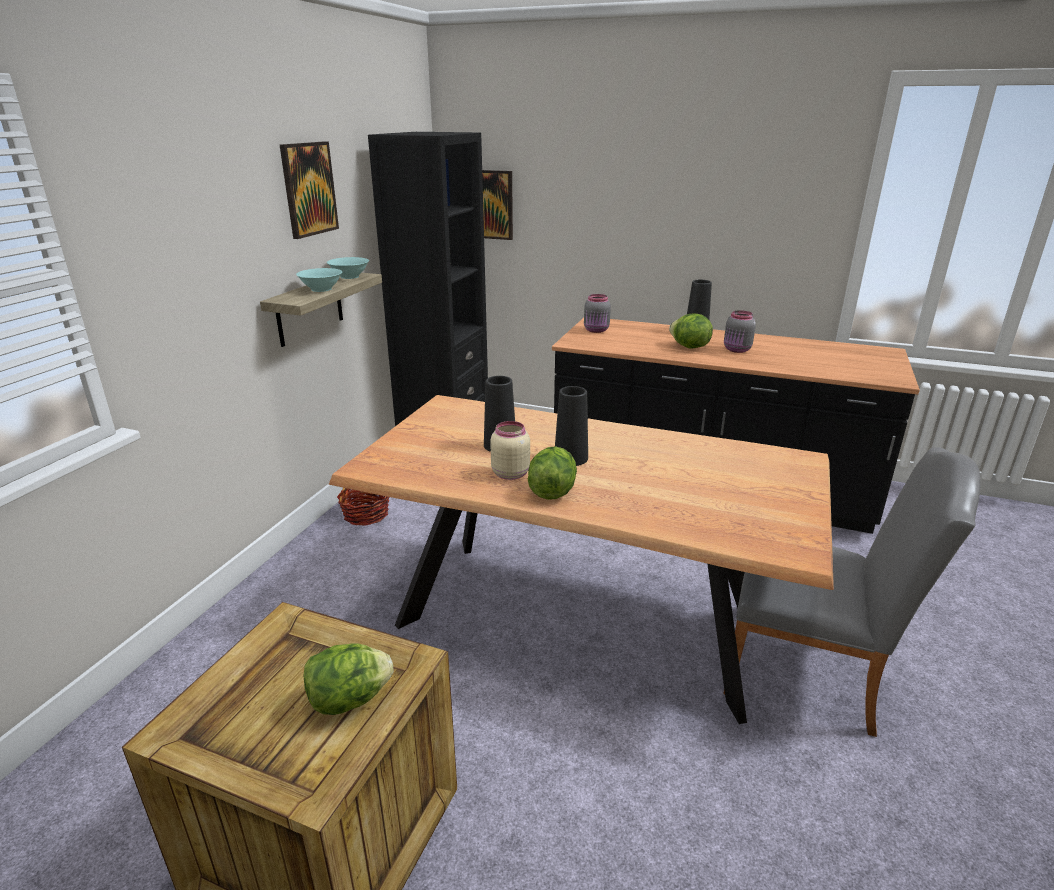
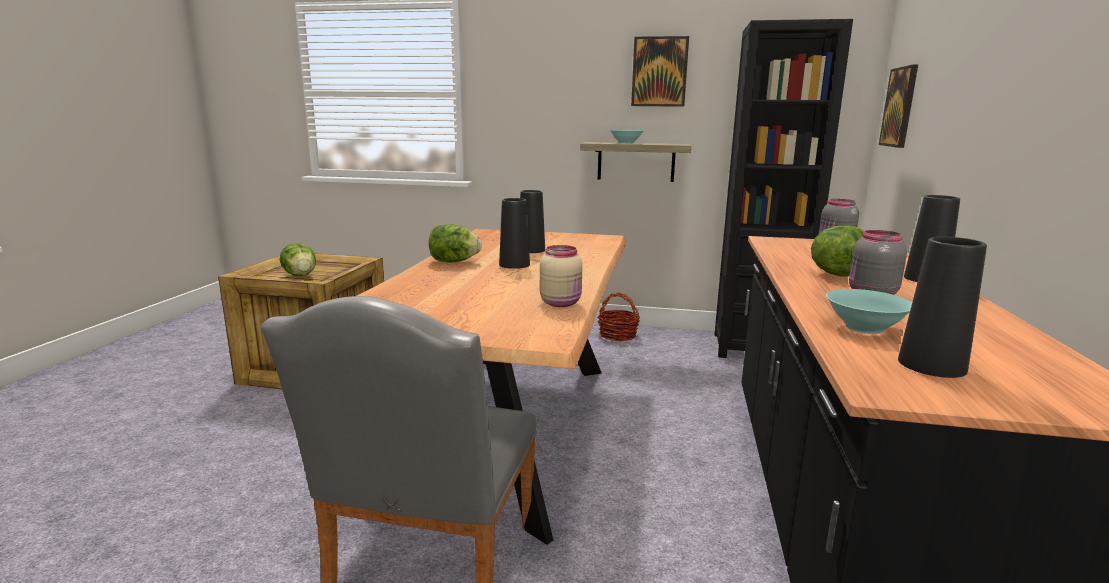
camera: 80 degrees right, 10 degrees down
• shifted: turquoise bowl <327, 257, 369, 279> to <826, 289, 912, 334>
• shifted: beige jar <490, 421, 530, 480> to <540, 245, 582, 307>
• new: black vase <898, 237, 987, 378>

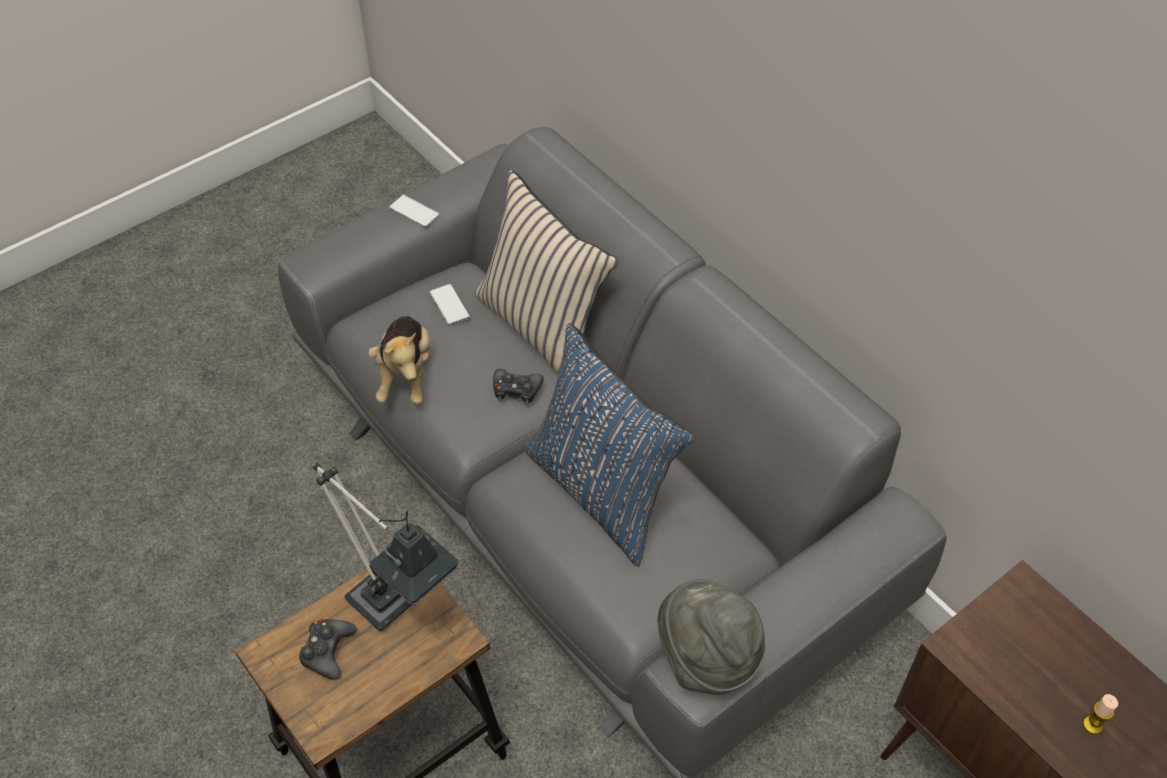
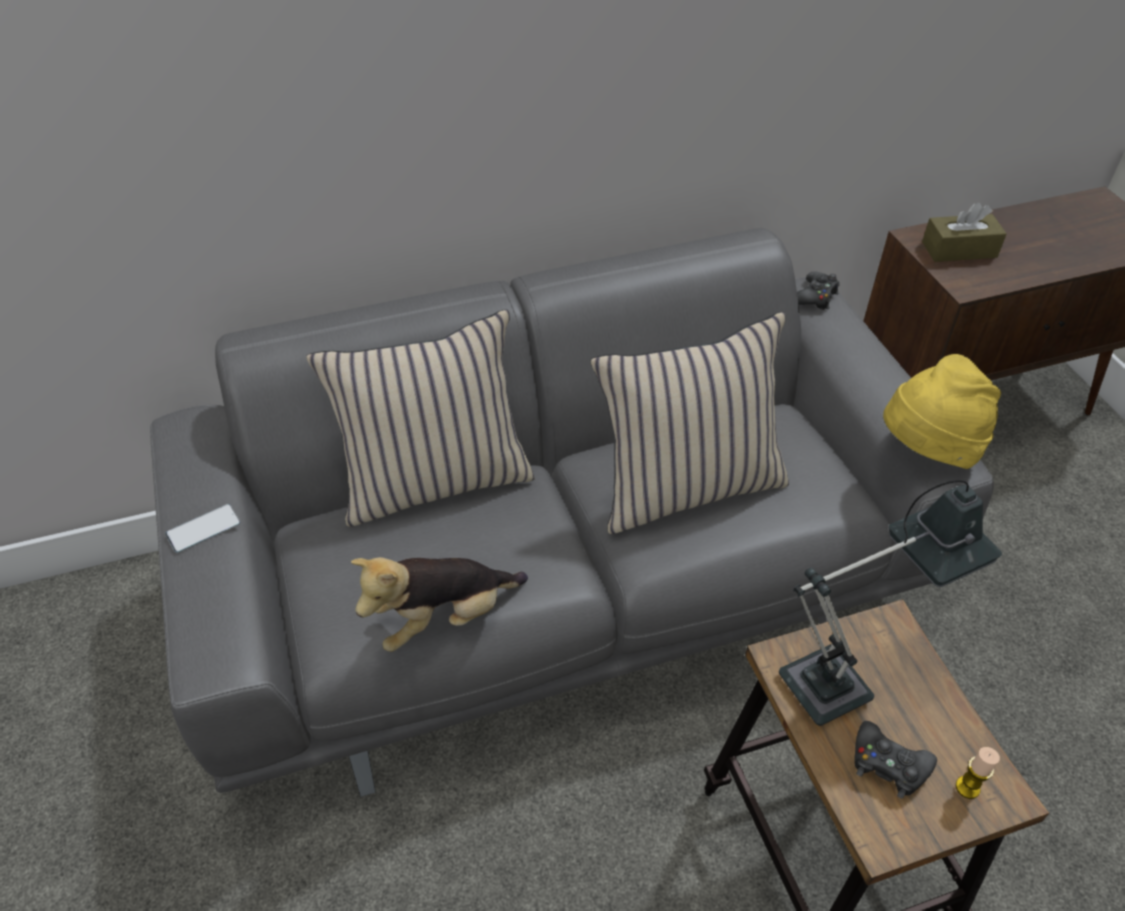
camera: 70 degrees left, 5 degrees down
• rotated: plush toy <368, 316, 430, 405> = <351, 557, 528, 652> 135 degrees clockwise
• gone: phone <430, 284, 470, 325>
• shifted: black game controller <493, 369, 544, 405> to <797, 272, 840, 310>
• repainted: blue pillow <524, 323, 695, 567> to beige pillow <590, 312, 789, 534>
• repainted: grey hat <657, 579, 765, 695> to yellow hat <883, 354, 1001, 469>
• shifted: candle <1083, 694, 1118, 734> to <956, 747, 1000, 799>
• new: brown tissue box <922, 202, 1007, 262>

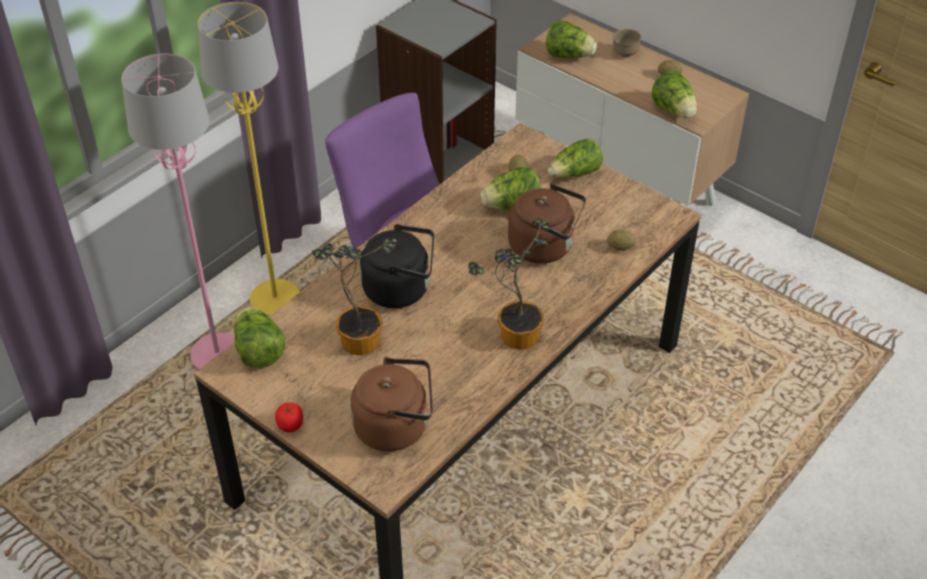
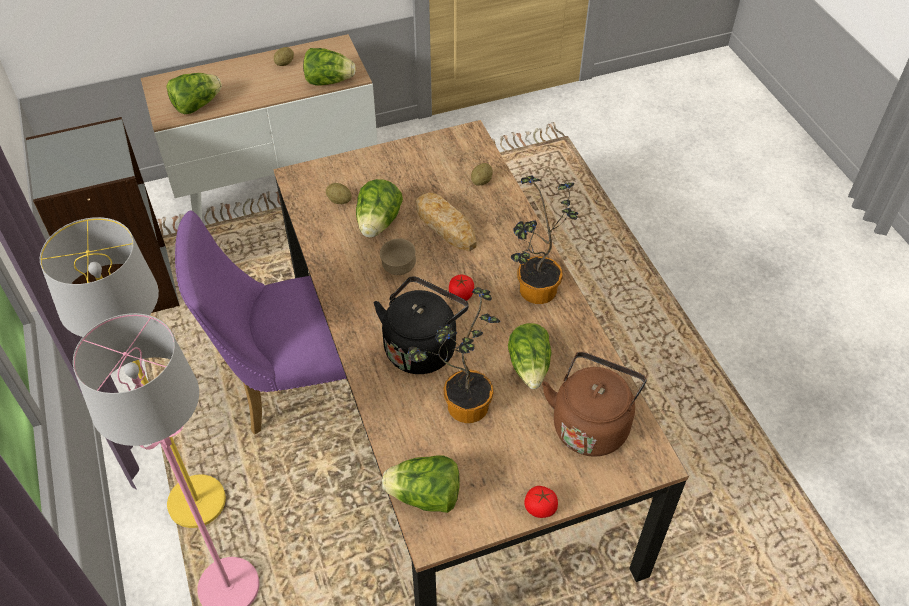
camera: 60 degrees left, 5 degrees up
• swapped: brown kettle <508, 184, 586, 264> to bread <416, 192, 476, 252>
• shifted: lettuce <548, 139, 603, 177> to <508, 323, 552, 389>
• shifted: brown bowl <613, 29, 641, 57> to <380, 239, 416, 275>
• new: tomato <449, 275, 474, 301>

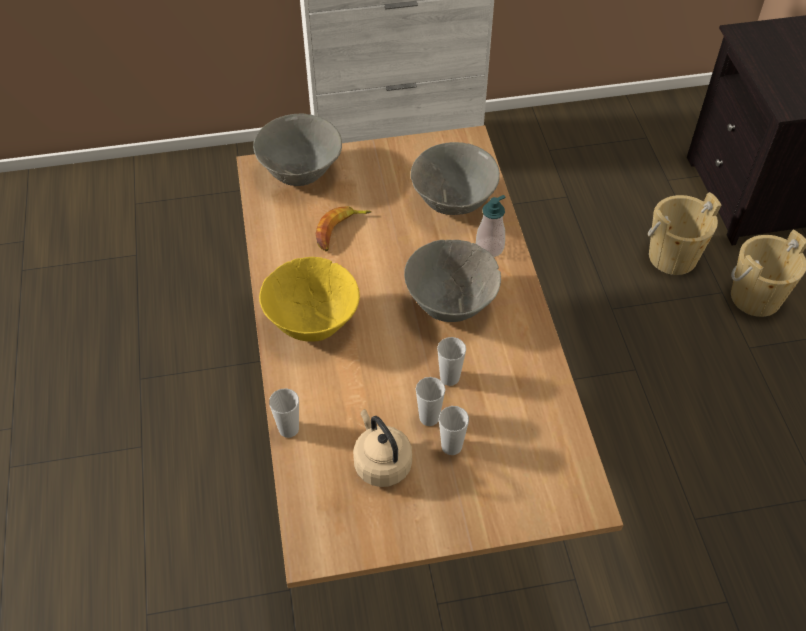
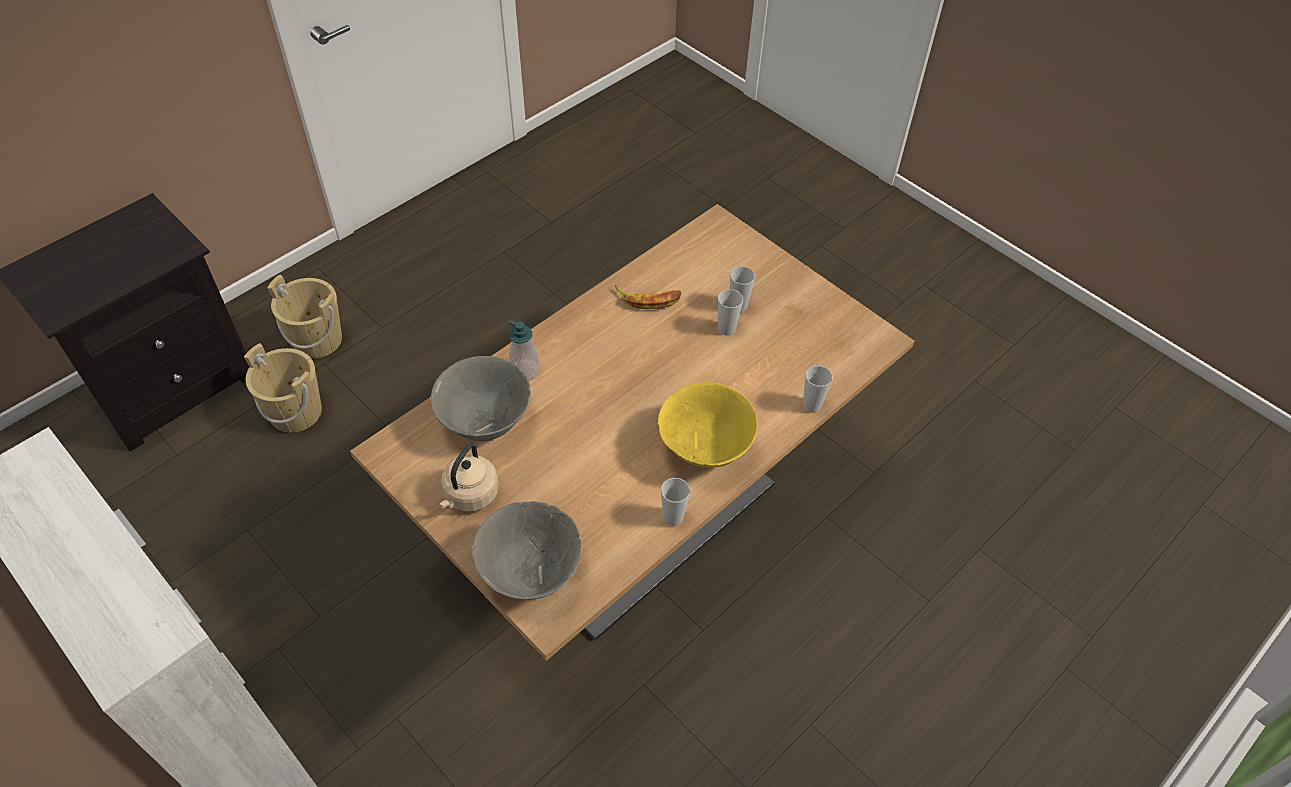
camera: 125 degrees left, 0 degrees up
• shifted: banana <316, 206, 371, 251> to <615, 285, 682, 309>
• shifted: beige kettle <353, 409, 412, 487> to <439, 443, 499, 512>
• gone: grey bowl <404, 240, 501, 322>
• shifted: cup <437, 337, 466, 386> to <661, 478, 690, 526>

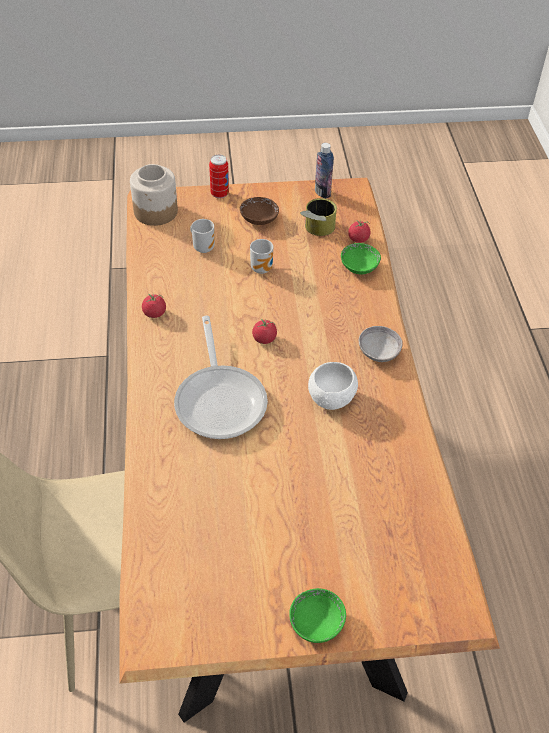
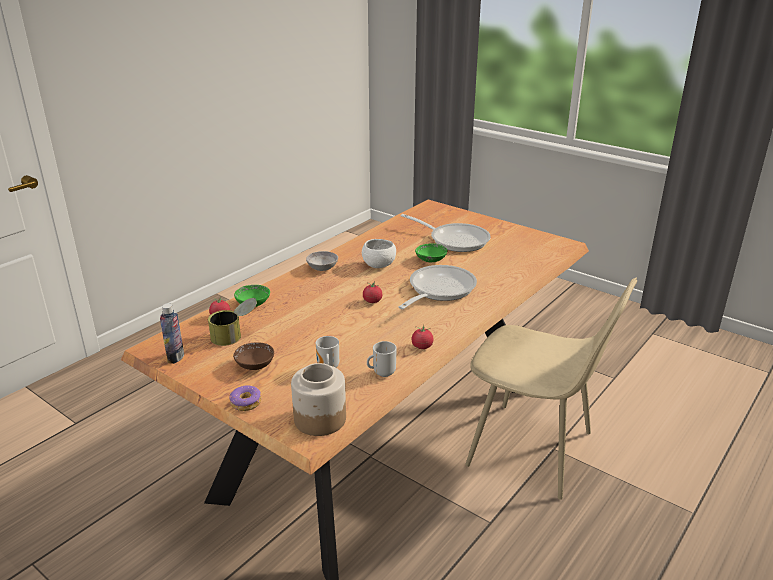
camera: 135 degrees left, 20 degrees down
• swapped: can <209, 154, 229, 198> to donut <229, 385, 261, 411>
• shifted: mug <250, 239, 273, 274> to <367, 341, 397, 377>
• shifted: green bowl <289, 588, 346, 643> to <415, 243, 448, 262>
• new: frying pan <401, 214, 491, 252>

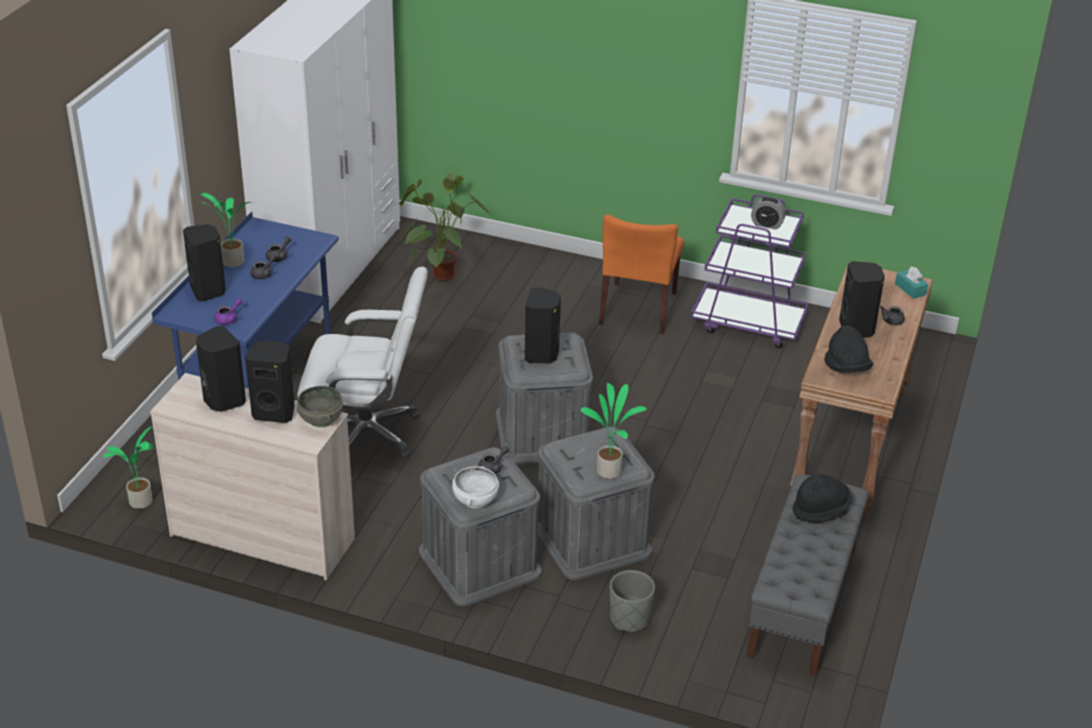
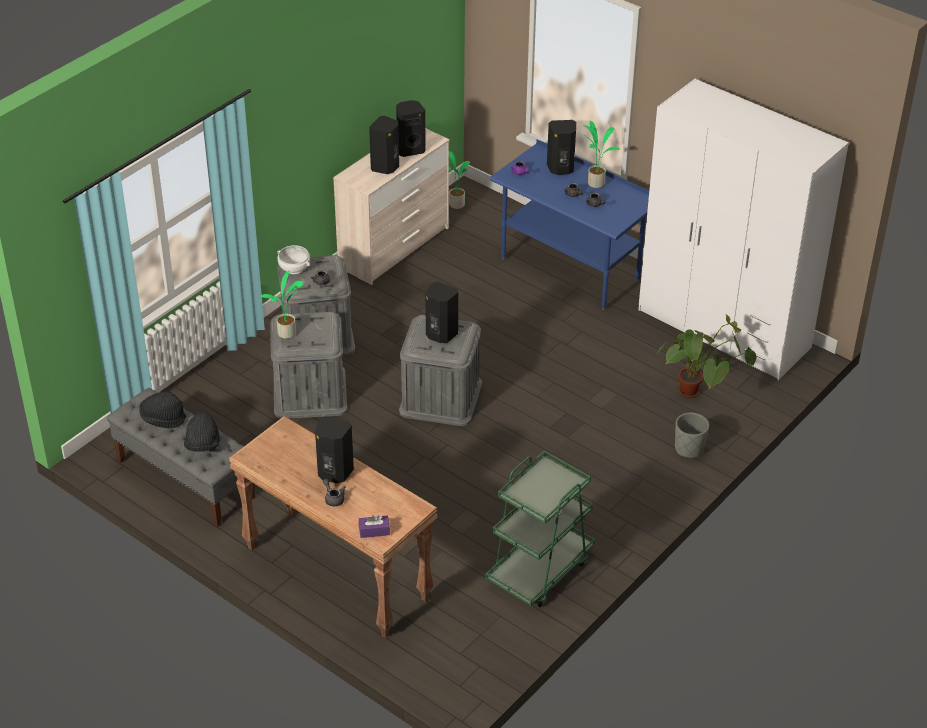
camera: 110 degrees right, 5 degrees up
• gone: white office chair <297, 266, 428, 459>
• gone: grey bowl <297, 386, 344, 427>
• gone: orange chair <599, 214, 684, 335>
• shifted: grey planter <610, 570, 655, 632> to <675, 413, 709, 458>
• repainted: purple cart <691, 194, 808, 349> to green cart <486, 450, 595, 607>
• gone: alarm clock <751, 197, 786, 230>
• shifted: black hat <824, 325, 873, 373> to <139, 391, 186, 428>
• repainted: turquoise tissue box <895, 266, 928, 299> to purple tissue box <359, 515, 390, 538>

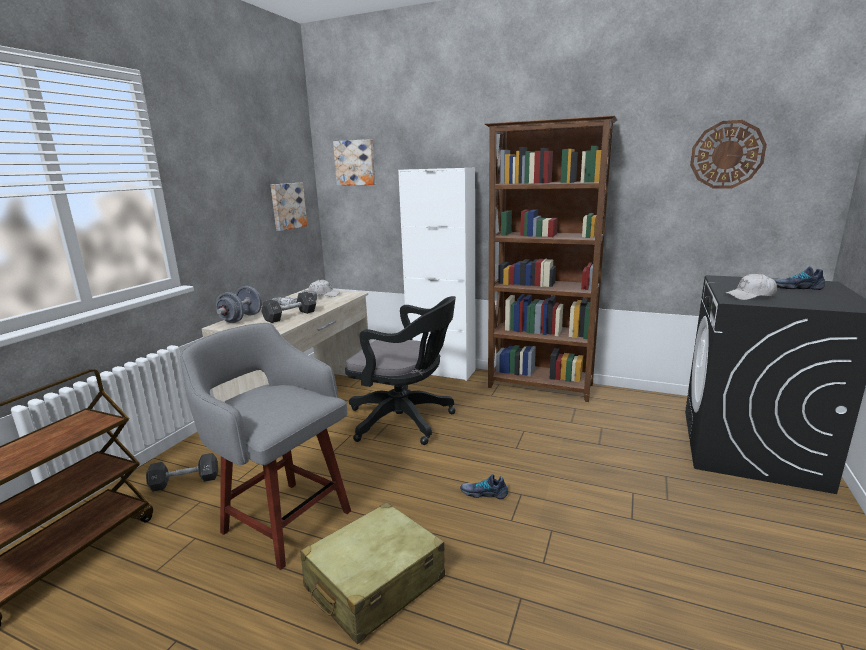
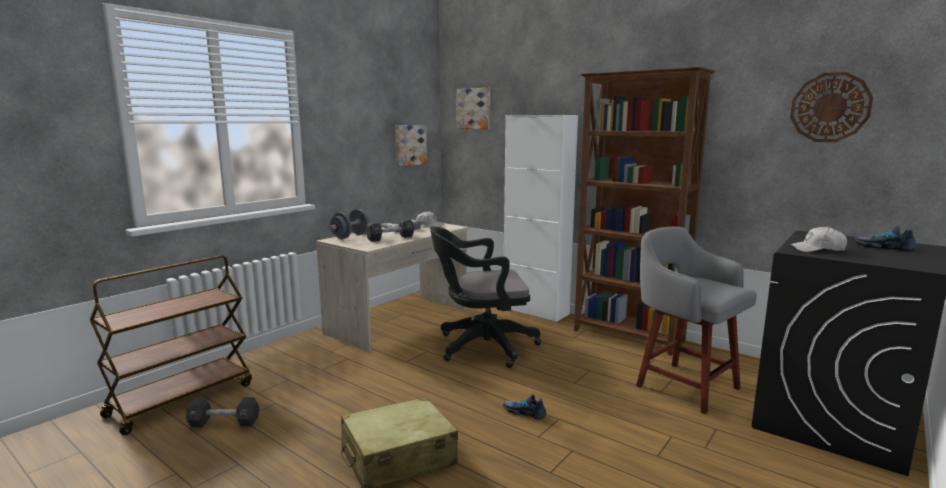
camera: 15 degrees right, 5 degrees down
• shifted: black dumbbell <146, 453, 218, 492> to <186, 397, 259, 428>
• shifted: grey stool <180, 323, 351, 570> to <636, 227, 757, 414>
• rotated: black office chair <345, 296, 456, 445> = <430, 227, 541, 368> 135 degrees clockwise

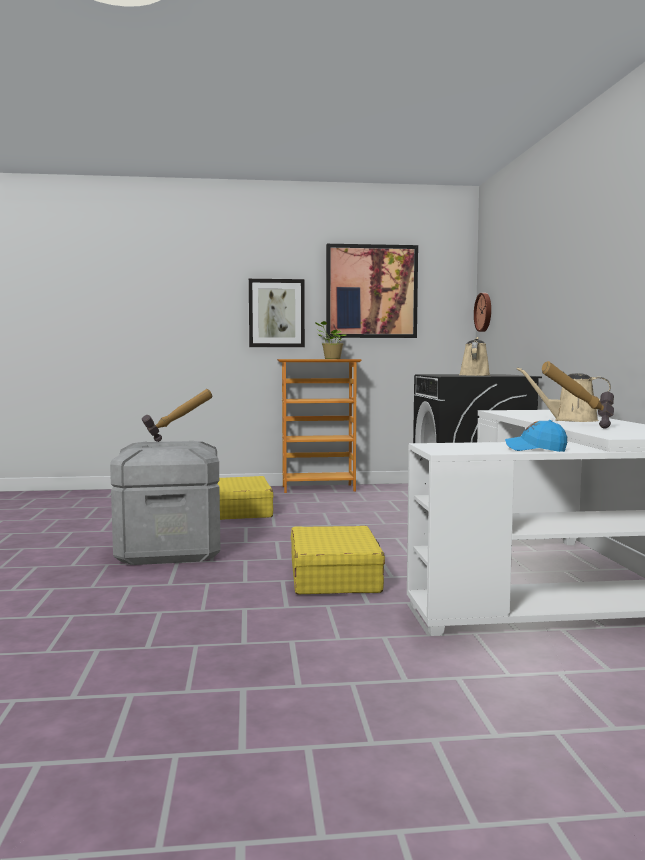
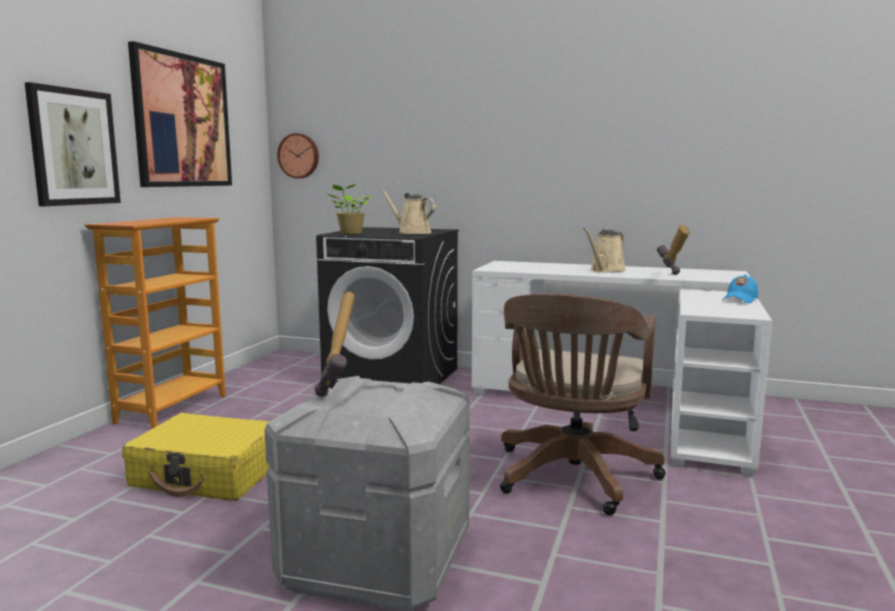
camera: 65 degrees left, 5 degrees up
• swapped: yellow suitcase <291, 526, 385, 594> to brown office chair <500, 294, 666, 515>
• shifted: potted plant <316, 321, 346, 359> to <328, 184, 371, 234>

